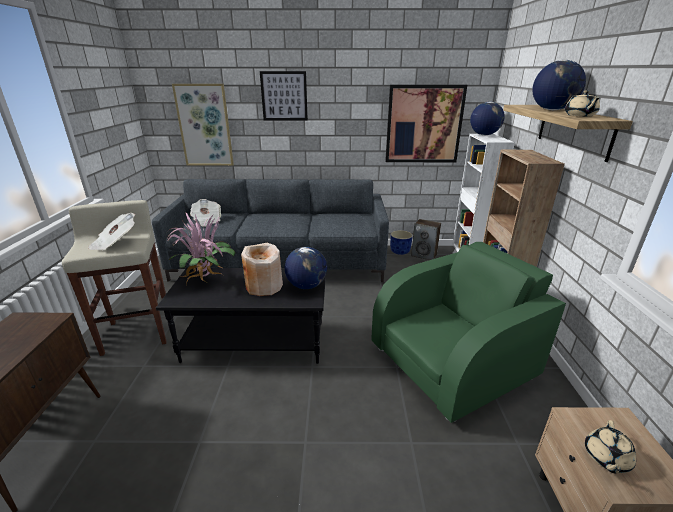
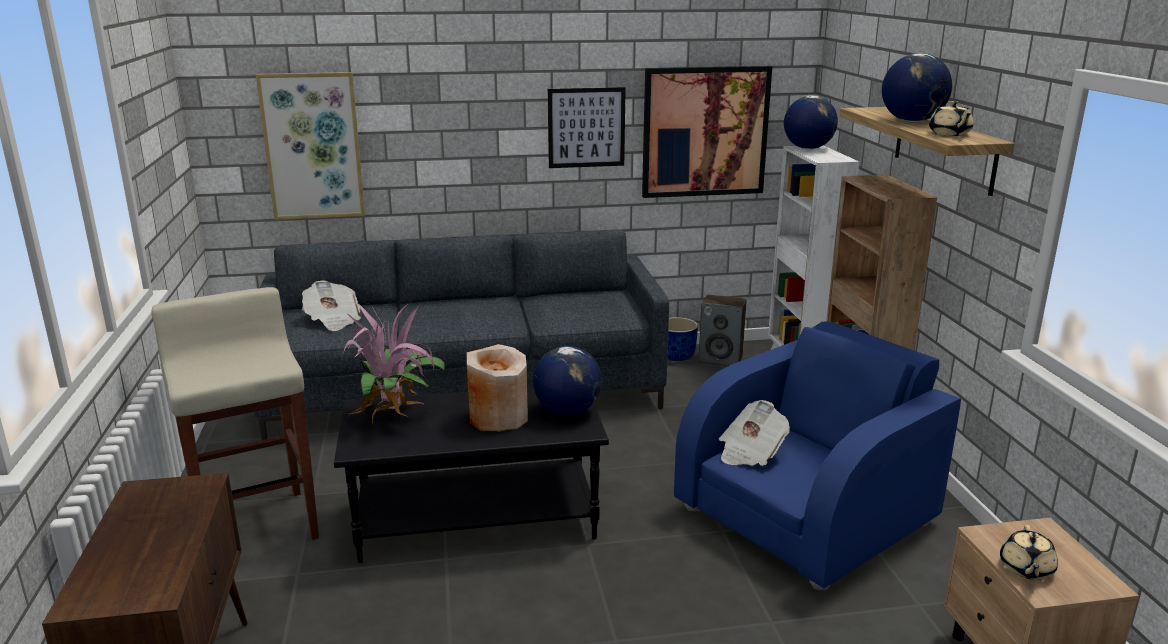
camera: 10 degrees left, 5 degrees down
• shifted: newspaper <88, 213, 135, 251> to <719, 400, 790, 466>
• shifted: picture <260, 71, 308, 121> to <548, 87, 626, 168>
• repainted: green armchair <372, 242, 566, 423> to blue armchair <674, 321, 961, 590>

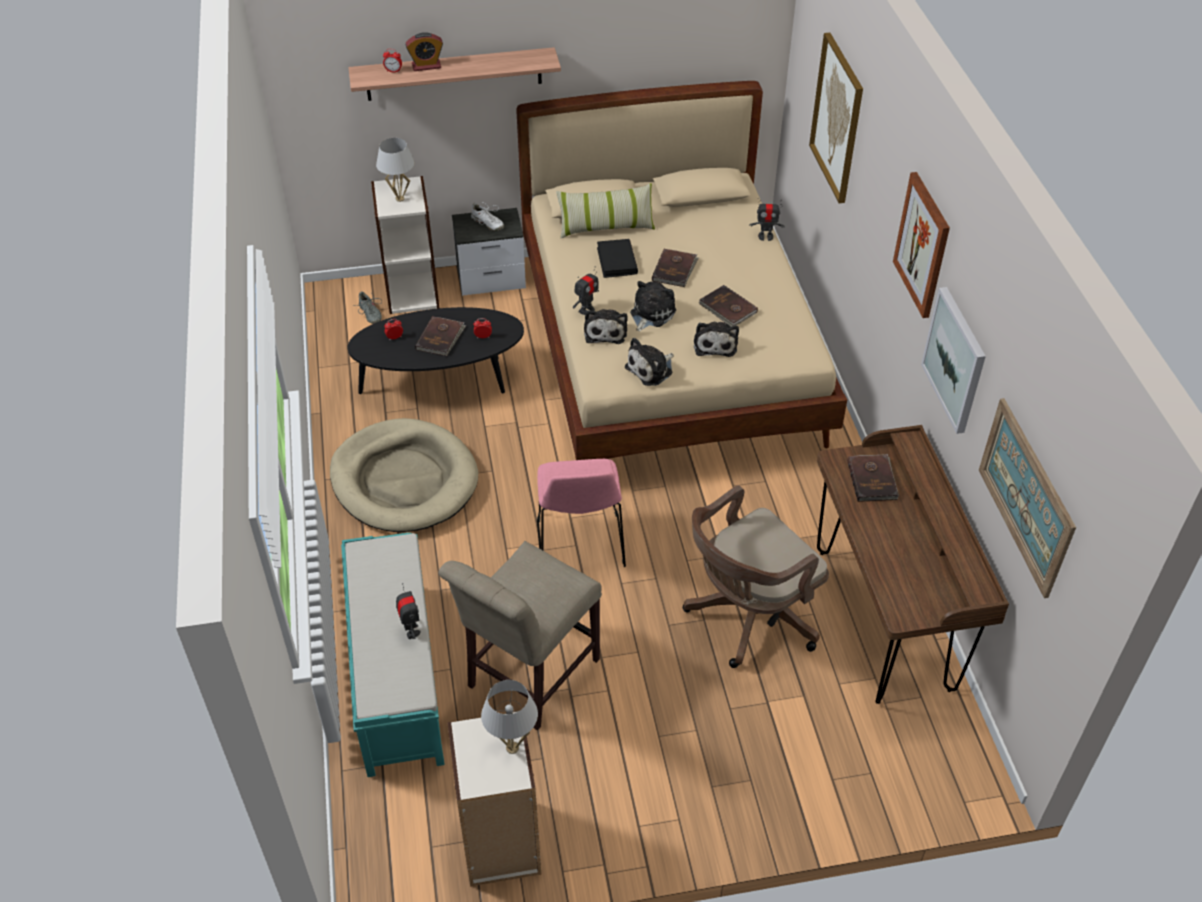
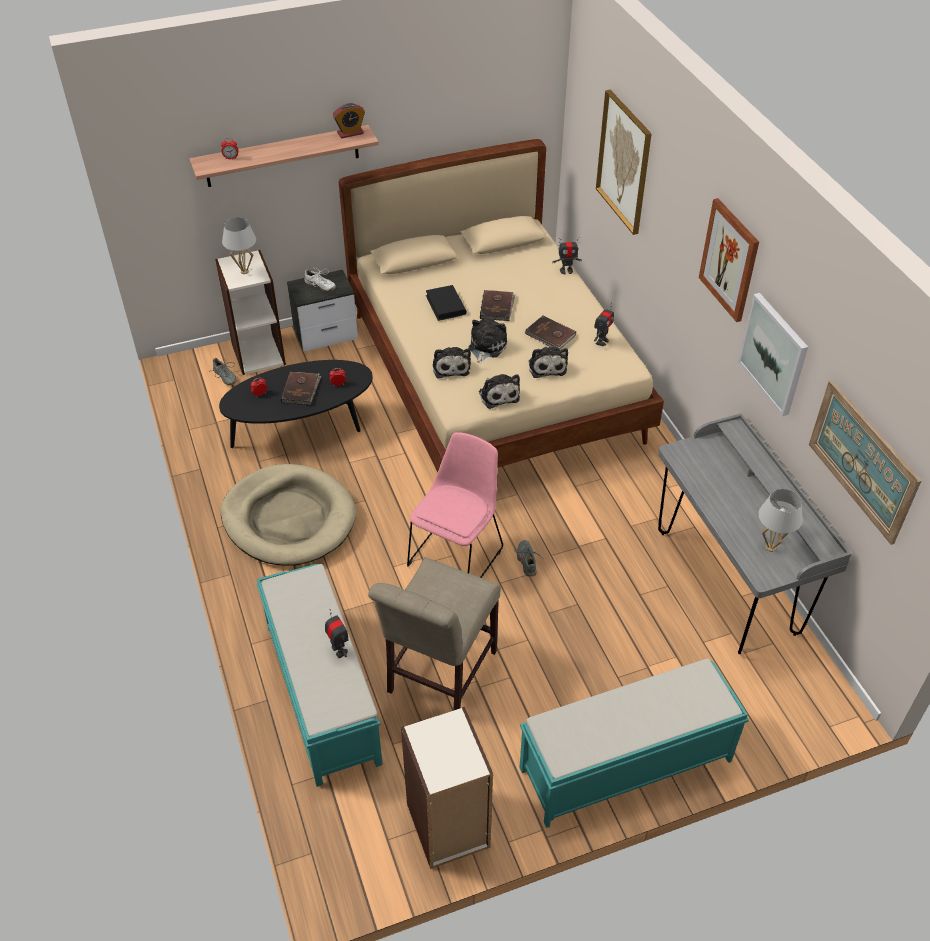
camera: 10 degrees left, 0 degrees up
• shifted: alarm clock <406, 32, 443, 71> to <333, 103, 365, 139>
• shifted: white table lamp <481, 680, 538, 754> to <758, 489, 803, 552>
• rotated: pink chair <537, 459, 626, 567> = <407, 432, 503, 578> 135 degrees counterclockwise
• gone: pillow <556, 183, 655, 238>
• shifted: toy robot <573, 266, 599, 315> to <594, 307, 614, 346>
• rotated: plush toy <625, 338, 674, 386> = <479, 374, 520, 409> 60 degrees counterclockwise
• gone: brown office chair <682, 485, 829, 668>
• repainted: brown desk <817, 425, 1009, 704> to grey desk <658, 413, 851, 654>
• gone: brown book <847, 454, 899, 502>
• new: grey shoe <514, 540, 541, 577>
• new: turquoise bench <519, 659, 749, 828>

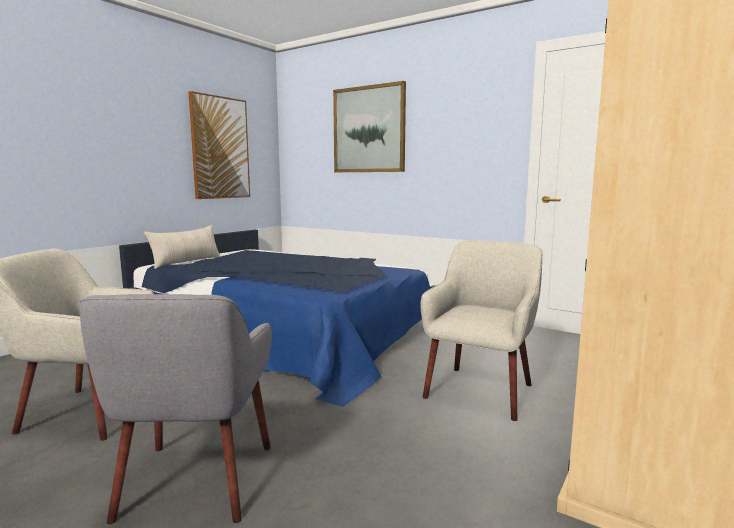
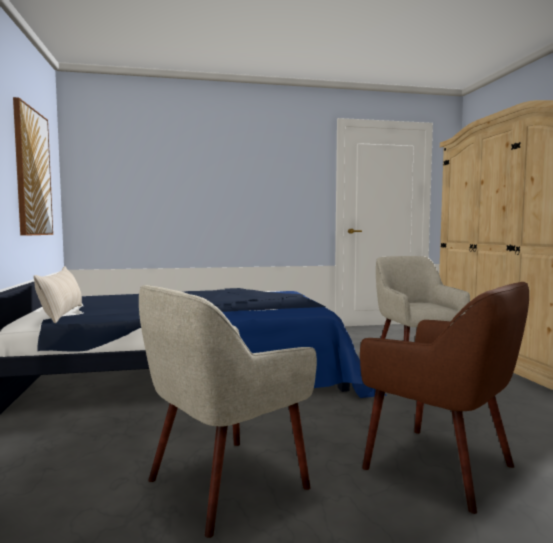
camera: 45 degrees left, 5 degrees down
• repainted: grey armchair <80, 294, 272, 525> to brown armchair <360, 282, 529, 514>
• gone: picture <333, 81, 406, 172>

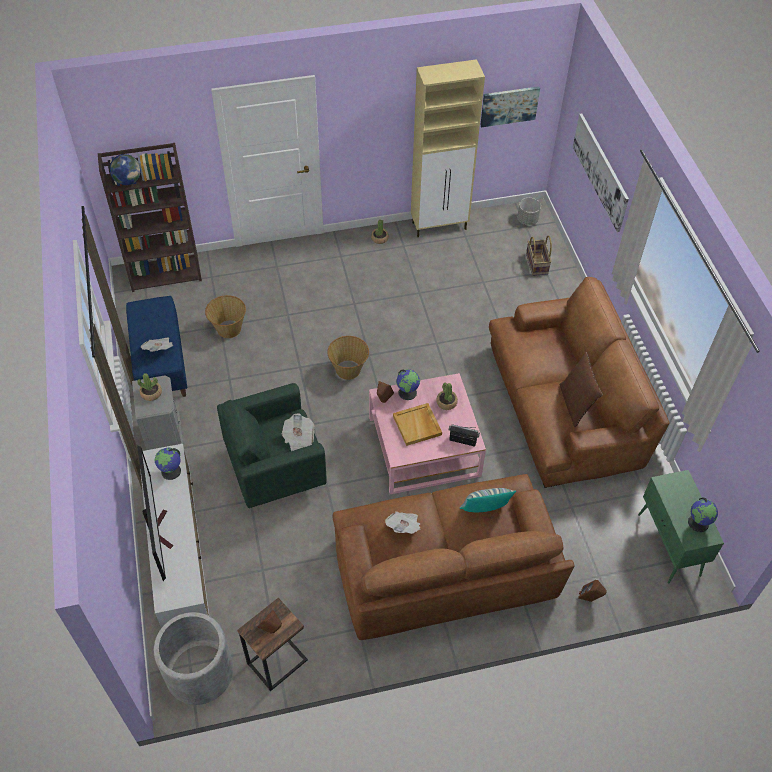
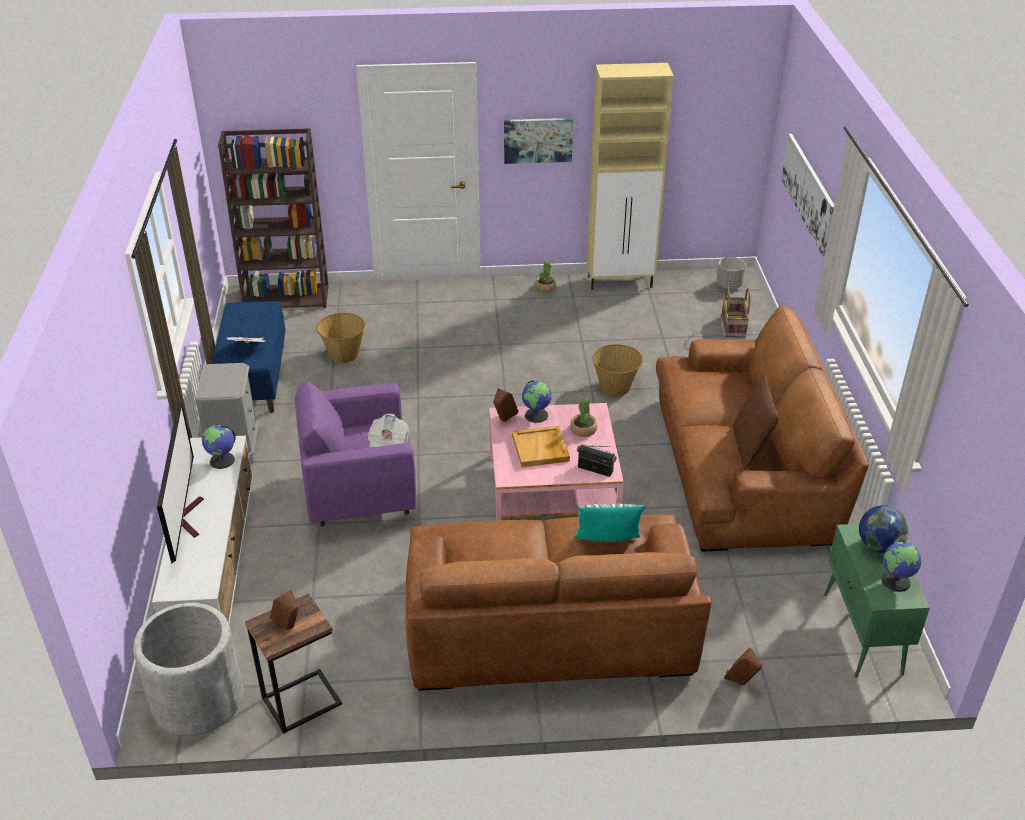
camera: 10 degrees right, 15 degrees down
• shifted: globe <110, 154, 141, 185> to <859, 505, 909, 553>
• gone: potted plant <137, 373, 162, 401>
• repainted: green armchair <217, 383, 327, 508> to purple armchair <294, 382, 417, 527>
• shifted: basket <327, 336, 369, 380> to <592, 344, 643, 396>
• gone: newspaper <385, 512, 421, 534>
• shifted: picture <480, 86, 540, 127> to <504, 118, 573, 164>

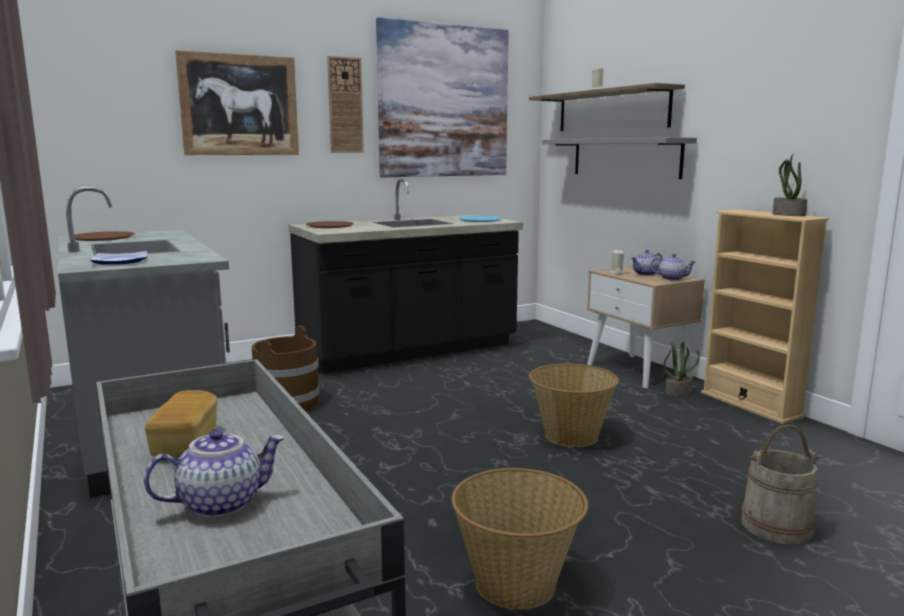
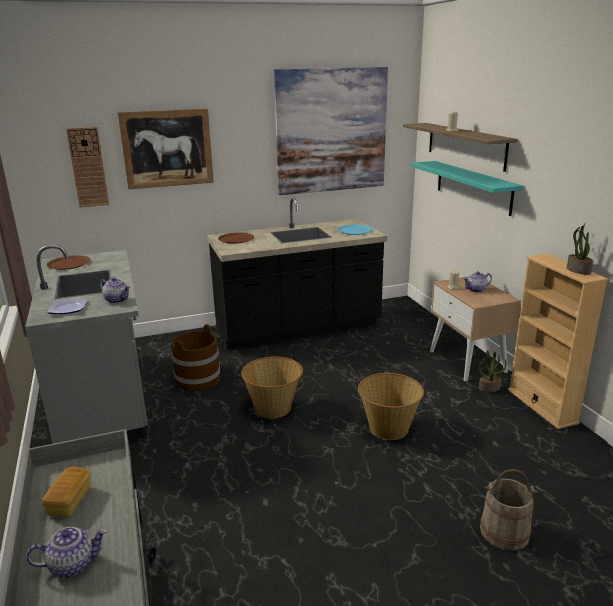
camera: 10 degrees right, 10 degrees up
• shifted: wall clock <327, 56, 364, 153> to <66, 127, 109, 208>
• shifted: basket <452, 468, 588, 609> to <241, 356, 303, 418>
• repainted: grey shelf <542, 137, 697, 179> to turquoise shelf <410, 161, 524, 216>
• shifted: teapot <650, 254, 696, 281> to <100, 277, 130, 303>

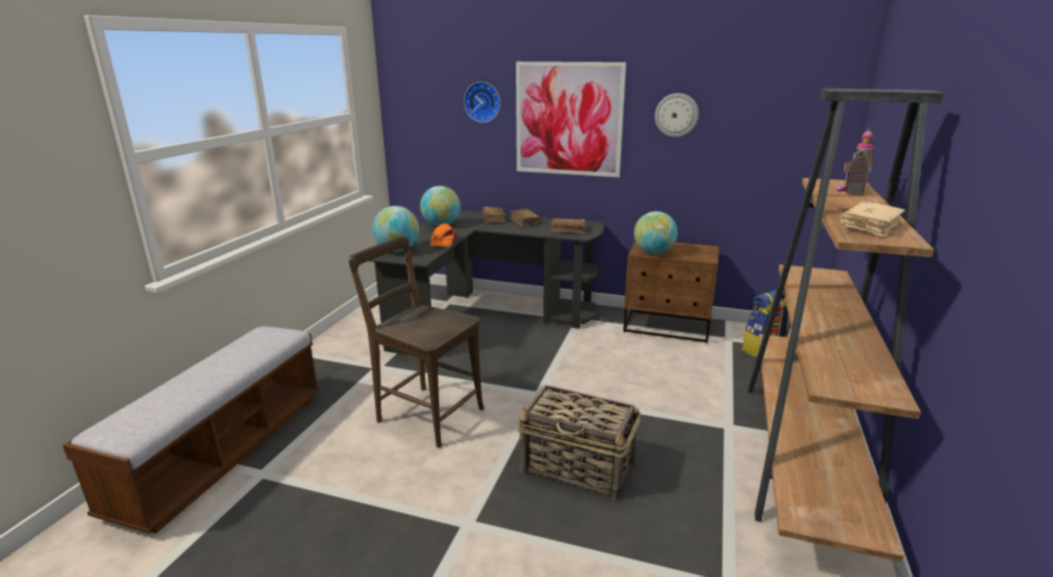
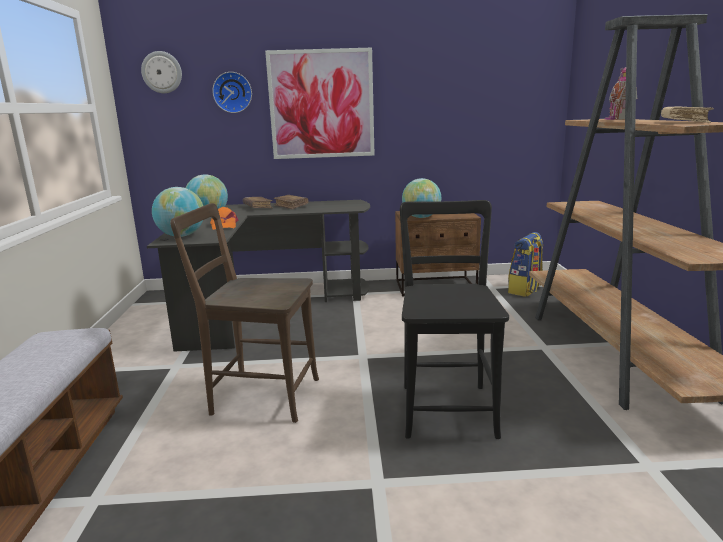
camera: 20 degrees left, 5 degrees down
• swapped: basket <517, 385, 641, 501> to black chair <400, 200, 509, 439>
• gone: brown book <550, 218, 586, 234>
• shifted: wall clock <655, 93, 699, 137> to <141, 51, 182, 93>

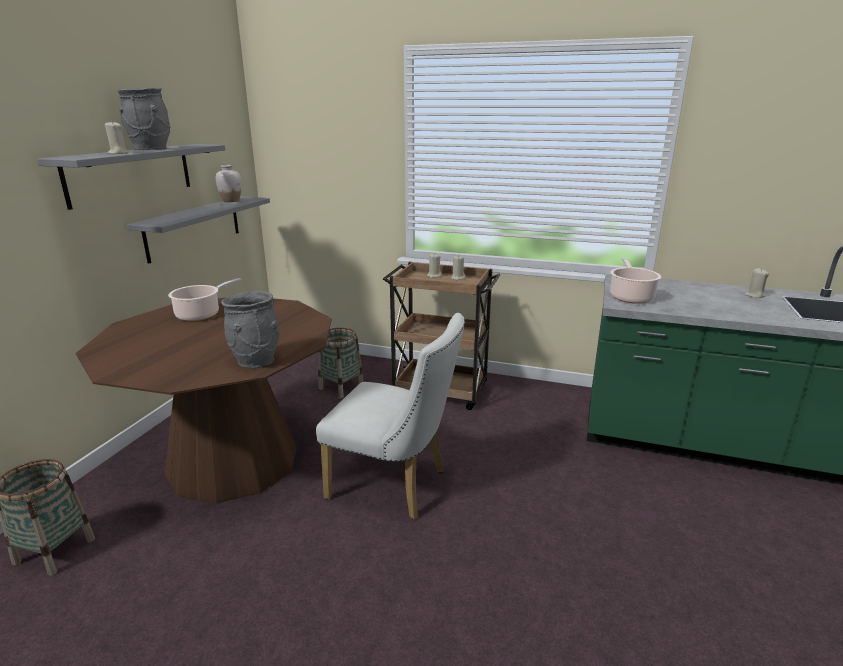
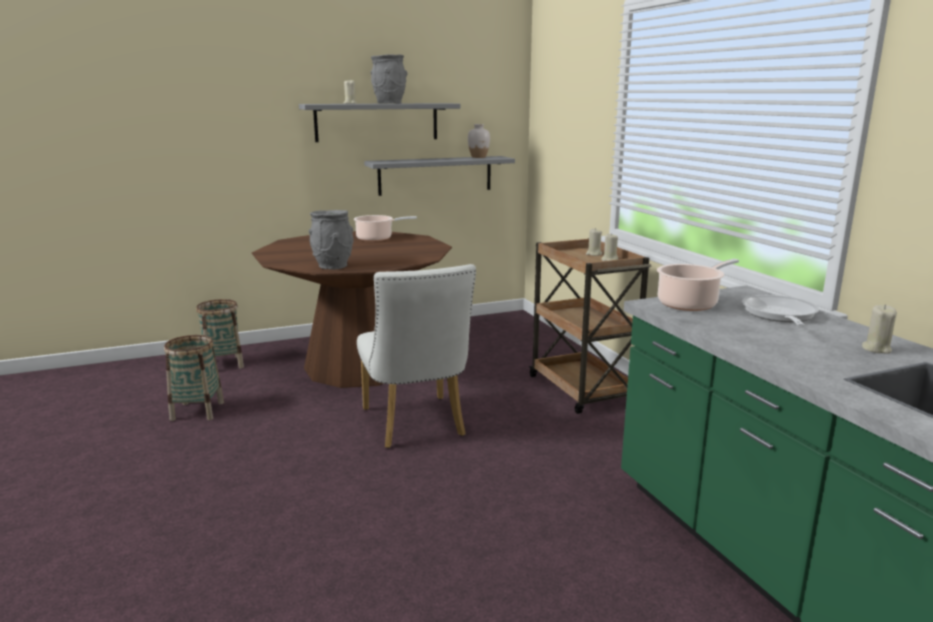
camera: 50 degrees right, 5 degrees down
• shifted: basket <318, 328, 363, 398> to <164, 335, 224, 421>
• new: frying pan <742, 295, 819, 326>

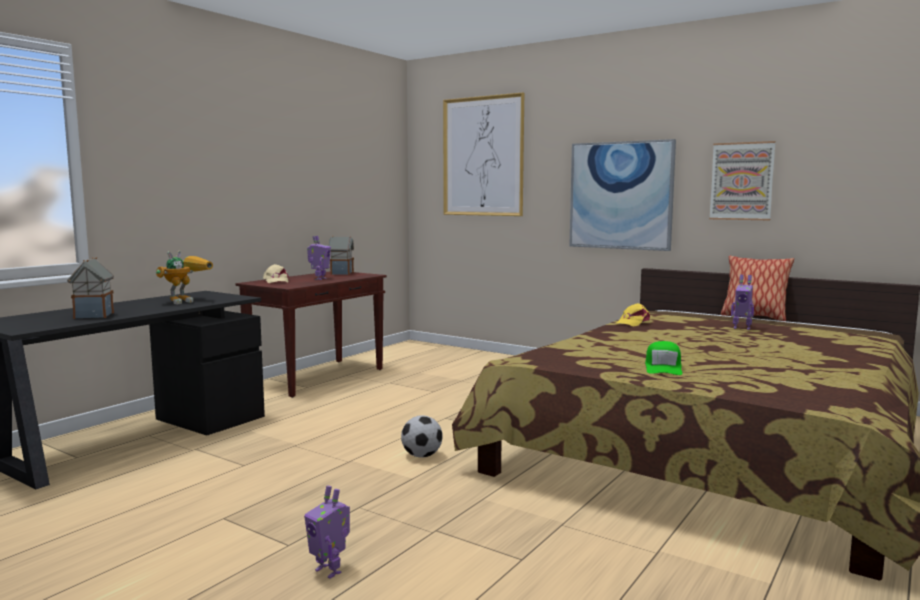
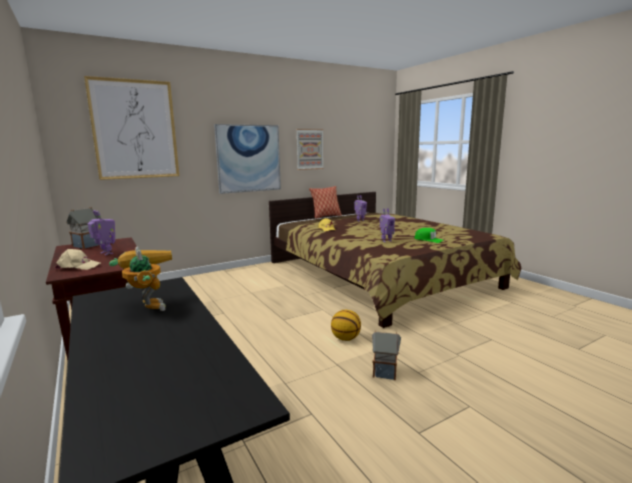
camera: 65 degrees left, 5 degrees up
• shifted: toy house <67, 257, 114, 319> to <372, 330, 401, 380>
• shifted: toy robot <304, 485, 350, 579> to <380, 208, 395, 242>
• swapped: football <401, 415, 443, 458> to basketball <331, 310, 361, 341>

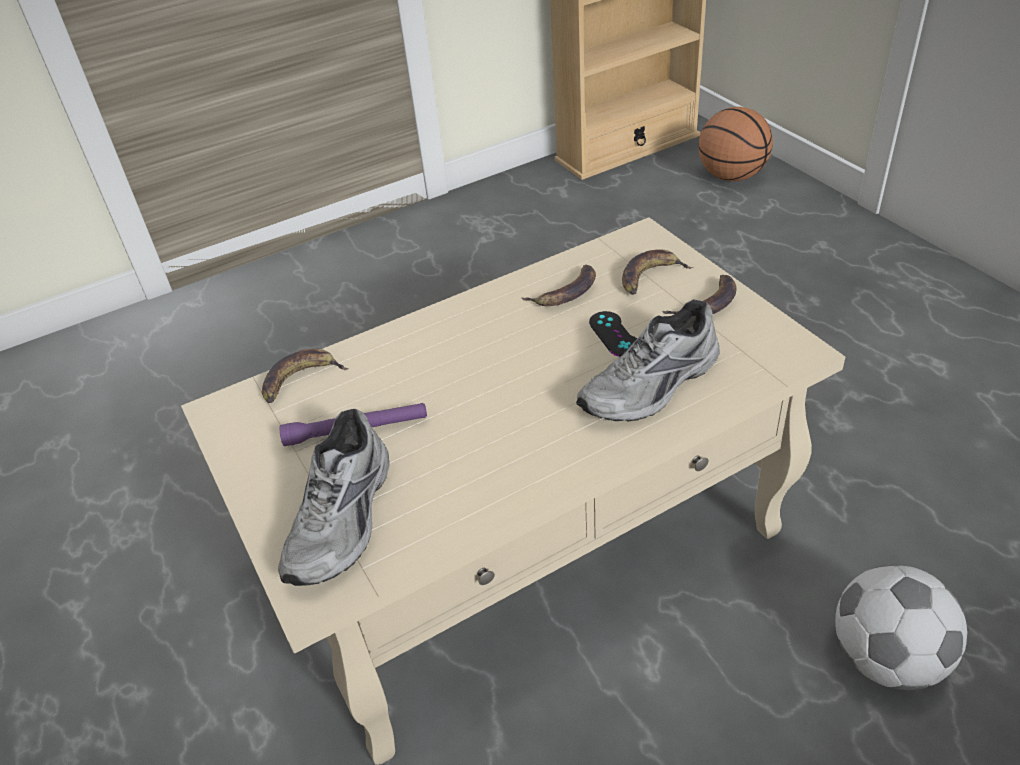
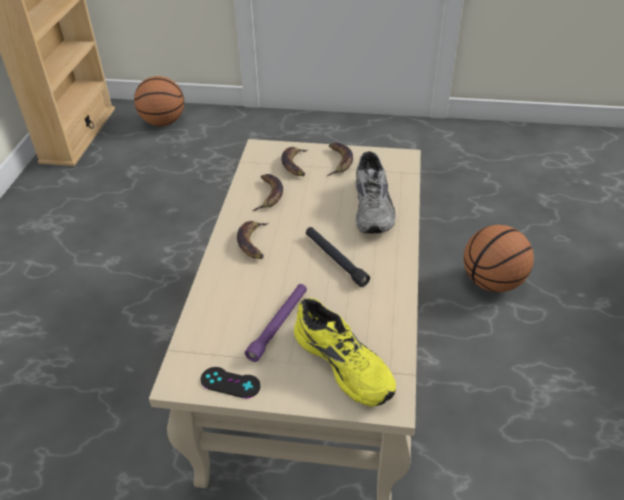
camera: 55 degrees left, 0 degrees up
• shifted: banana <262, 349, 348, 403> to <237, 221, 269, 259>
• repainted: grey shoe <278, 409, 390, 586> to yellow shoe <294, 298, 396, 407>
• shifted: black game controller <589, 311, 637, 357> to <200, 367, 260, 398>
• swapped: football <835, 565, 967, 690> to basketball <463, 225, 534, 292>
• new: black flashlight <306, 227, 370, 287>

